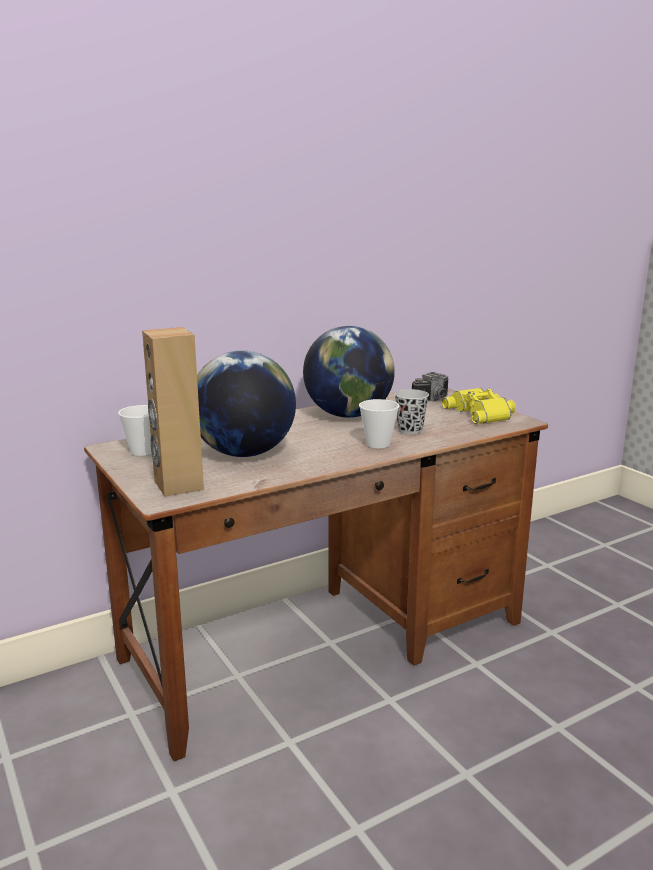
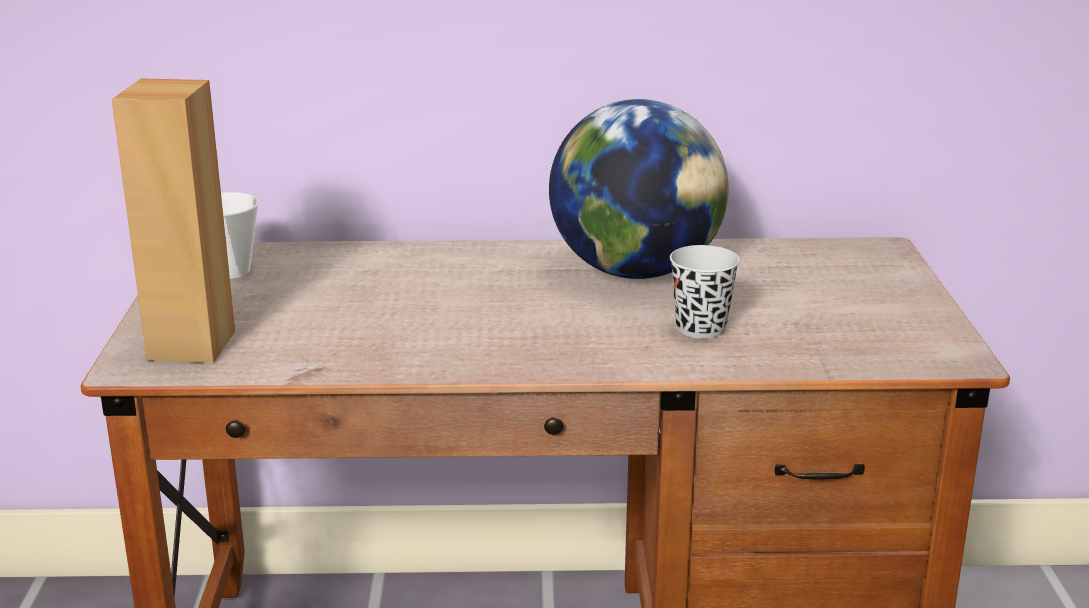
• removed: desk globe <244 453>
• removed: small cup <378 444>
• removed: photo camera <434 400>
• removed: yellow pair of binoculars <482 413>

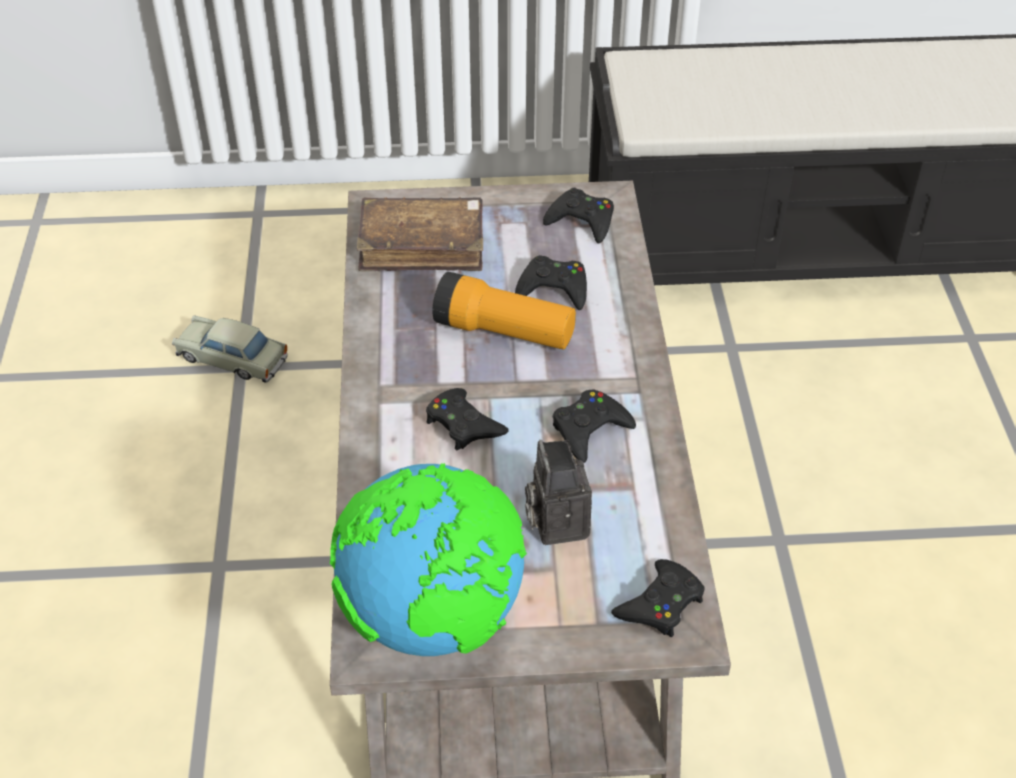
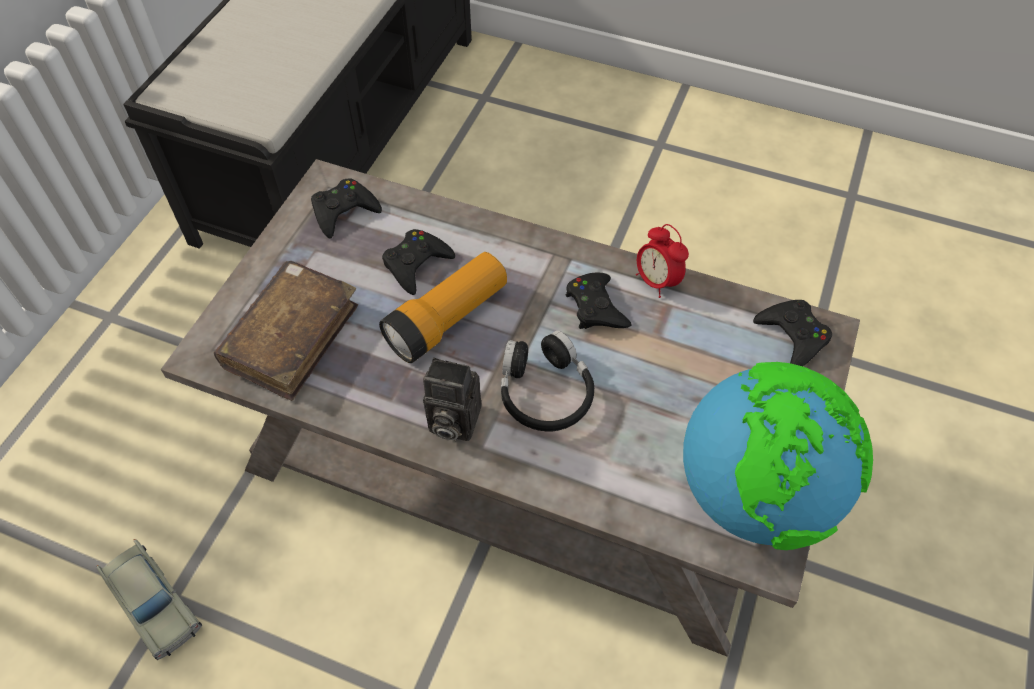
• turned: beige miniature car <232 359> = <154 603> 90 degrees counterclockwise
• replaced: black-coloured game controller <463 425> to black-coloured pair of headphones <544 392>
• moved: photo camera <556 521> to <451 421>
• added: table clock <656 281>

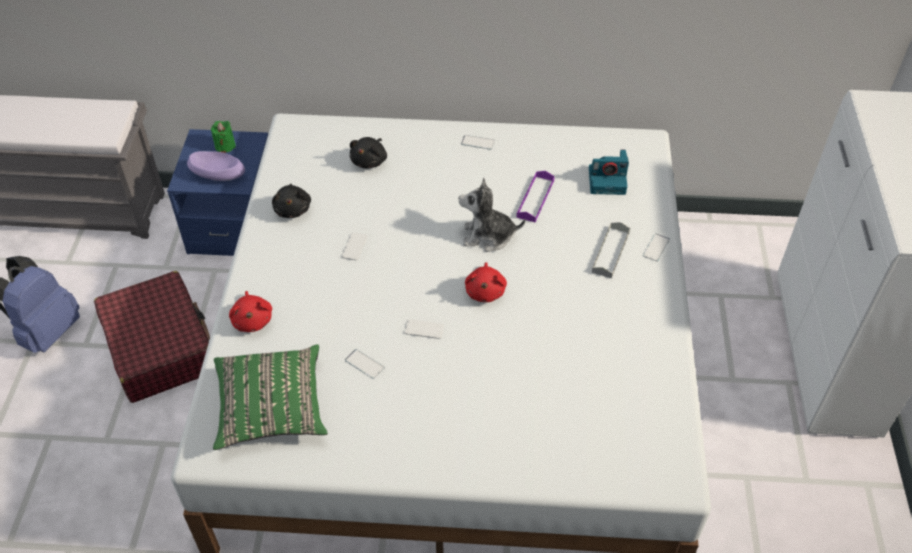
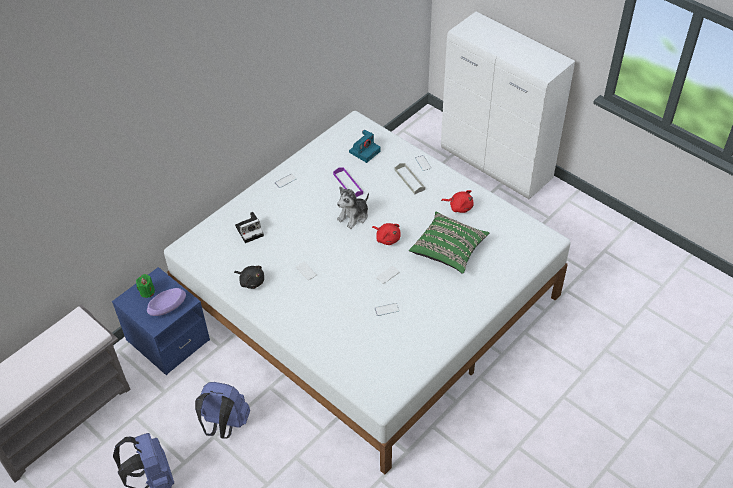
• replaced: reddish suitcase <160 347> to bluish rucksack <224 425>
• moved: green-coloured cushion <271 408> to <448 250>
• moved: reddish soft toy <252 320> to <459 207>
• replaced: black-coloured soft toy <370 161> to photo camera <250 230>

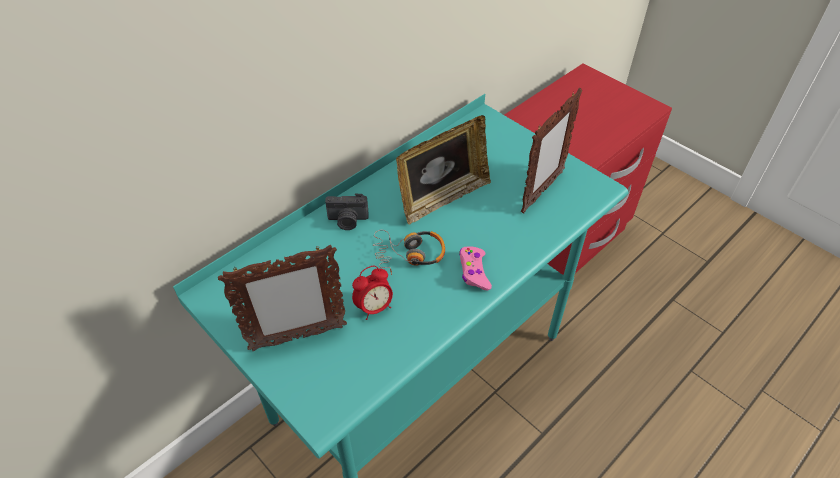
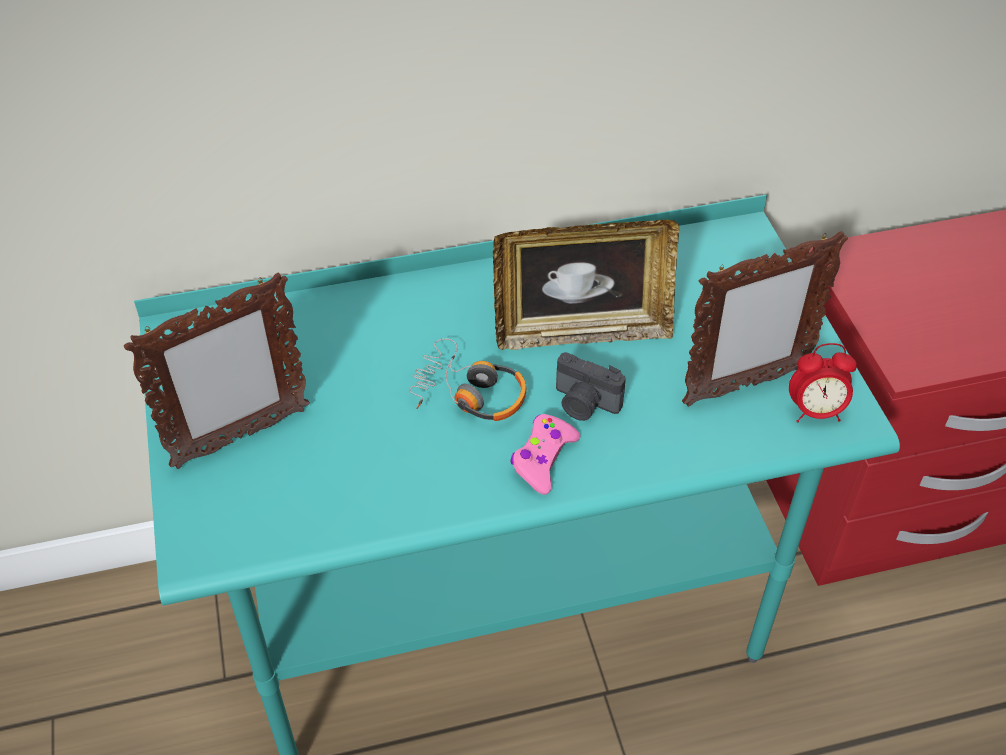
• turned: standing frame <297 338> = <240 438> 45 degrees counterclockwise
• moved: photo camera <348 221> to <584 404>
• moved: table clock <374 308> to <815 411>

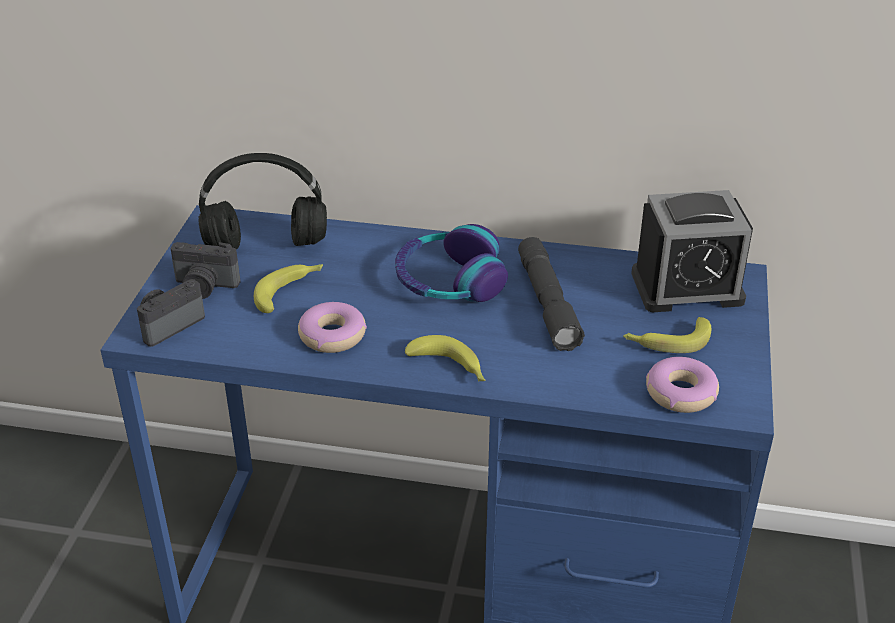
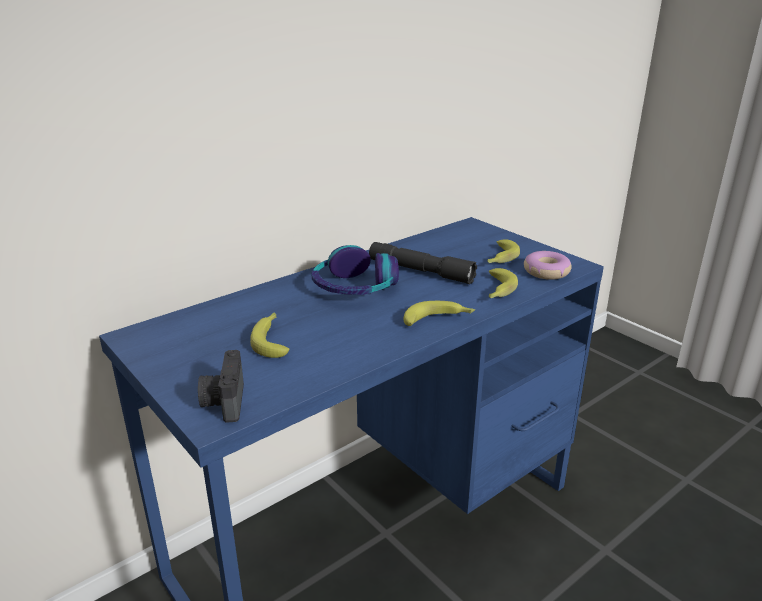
• removed: photo camera <205 287>
• removed: black-coloured pair of headphones <268 244>
• removed: doughnut <332 335>
• removed: table clock <687 287>
• added: banana fruit <497 291>

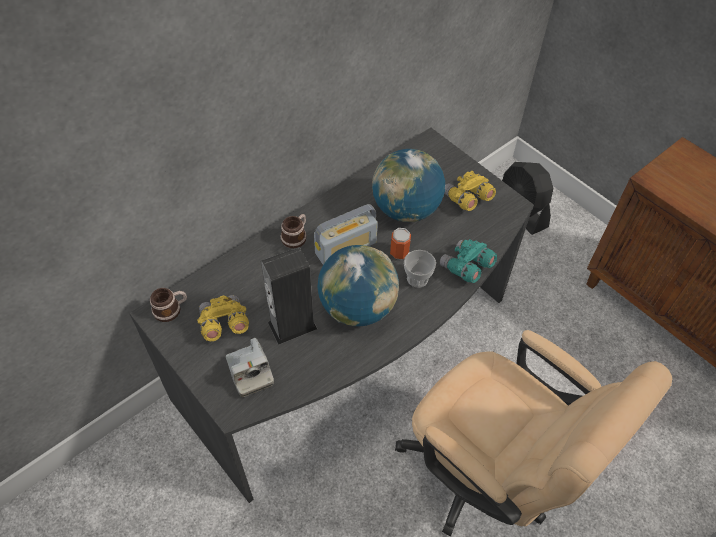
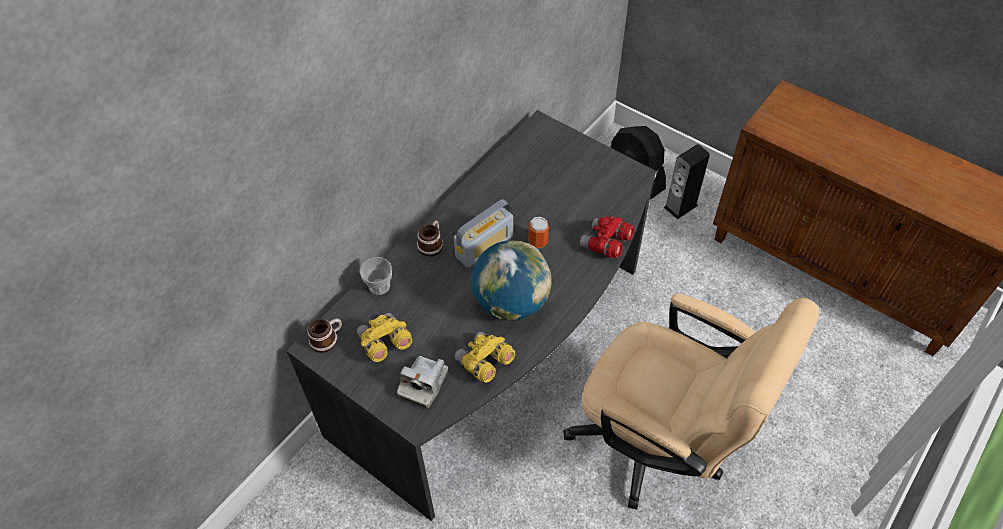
• turned: photo camera <250 372> = <423 384> 60 degrees clockwise
• moved: audio speaker <292 325> to <680 206>
• removed: desk globe <406 210>
• moved: small cup <417 279> to <379 286>
• recoloured: turquoise pair of binoculars <466 268> to reddish pair of binoculars <606 244>
• moved: yellow pair of binoculars <467 199> to <484 363>

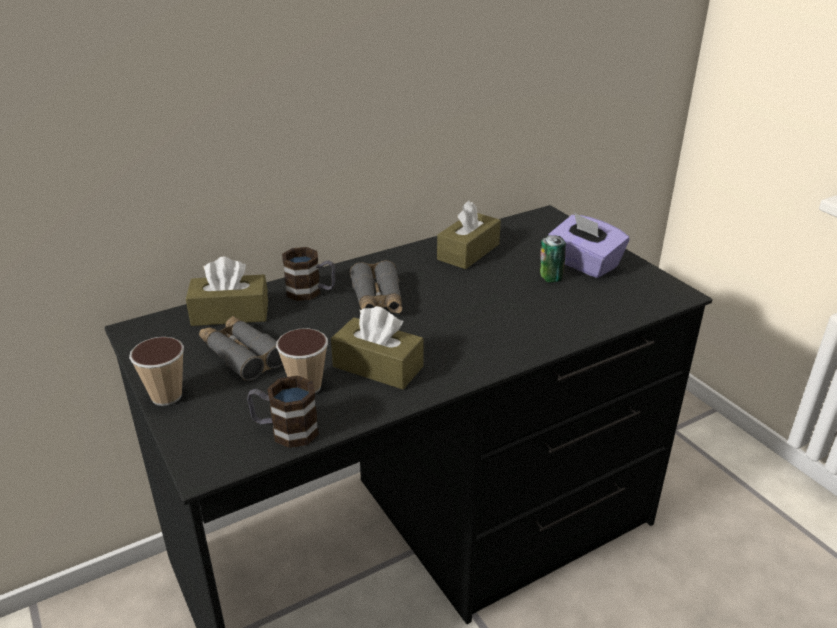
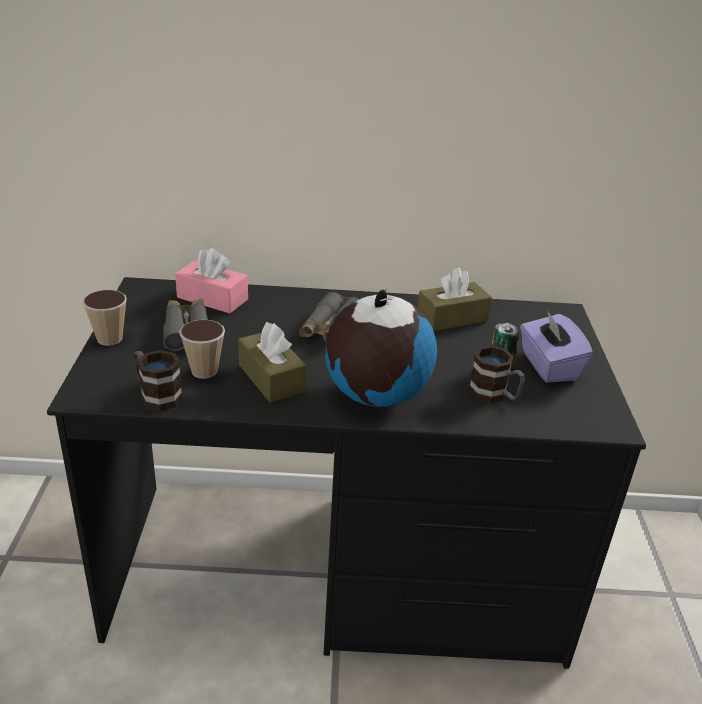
• recoloured: brown box of tissues <230 313> to pink-coloured box of tissues <212 298>
• moved: tea mug <311 292> to <494 395>
• added: desk globe <375 395>

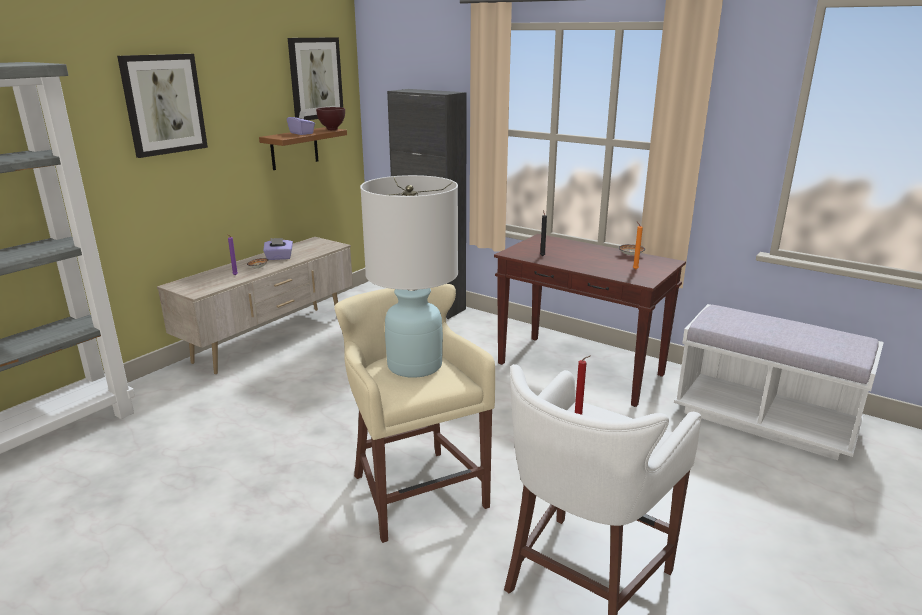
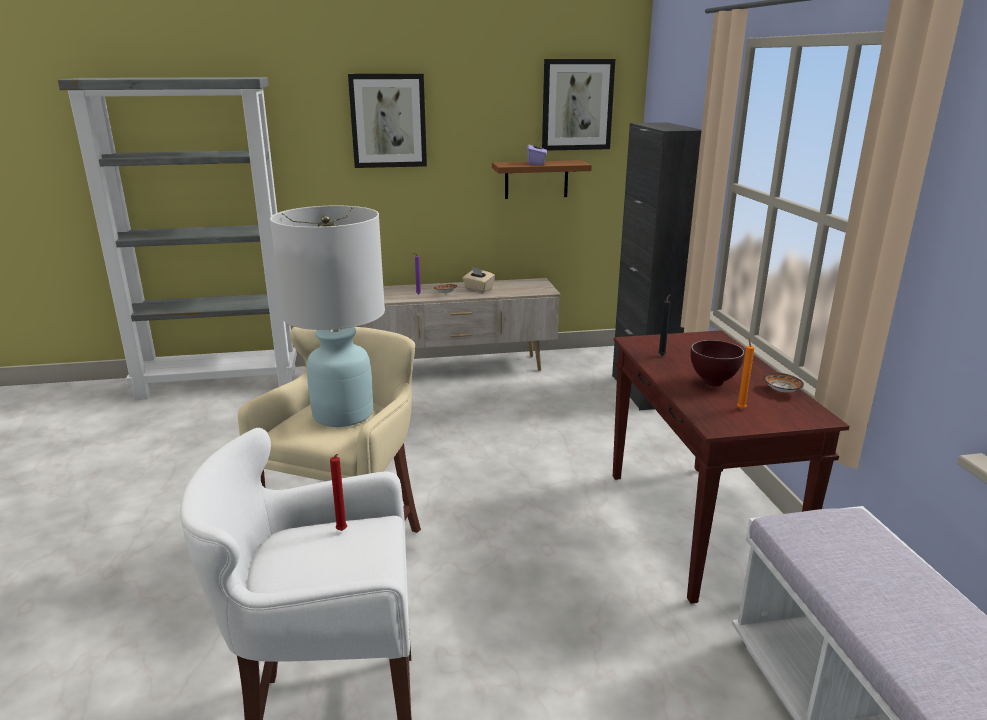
• recoloured: purple box of tissues <279 258> to beige box of tissues <478 289>
• moved: brown bowl <332 129> to <713 383>

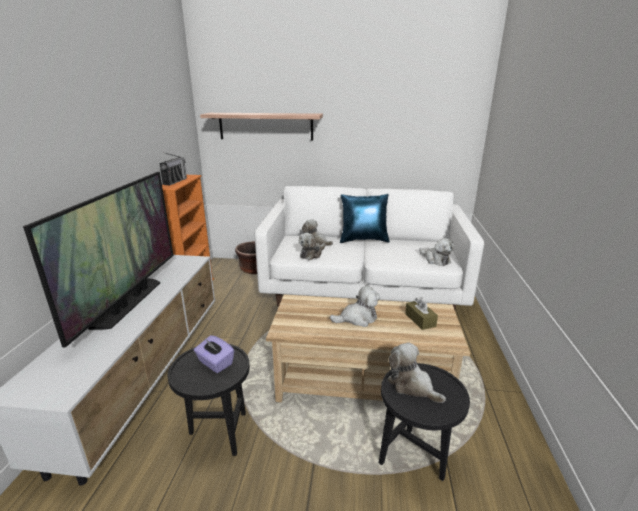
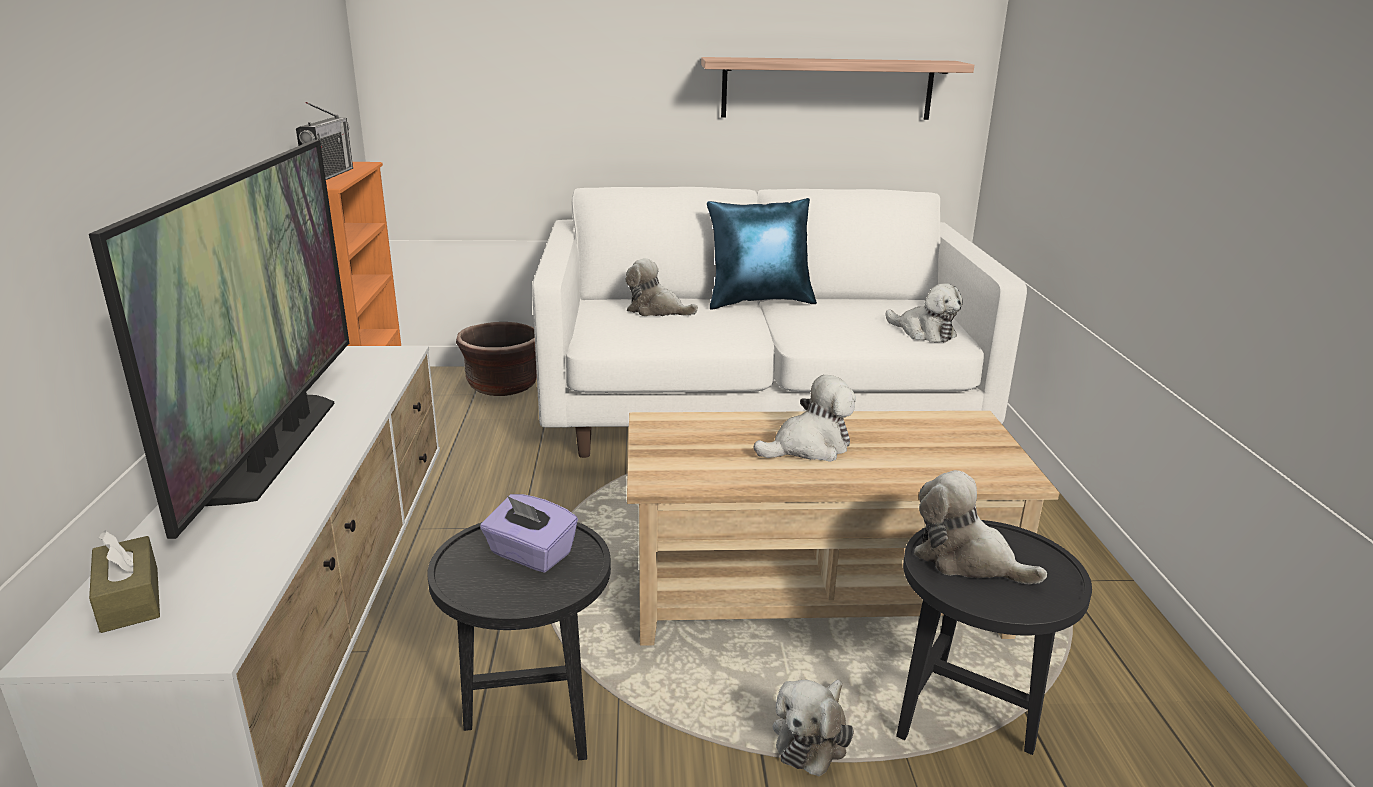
• moved: bracket shelf <265 126> to <827 88>
• moved: soft toy <312 254> to <812 737>
• moved: brown box of tissues <420 320> to <130 599>

